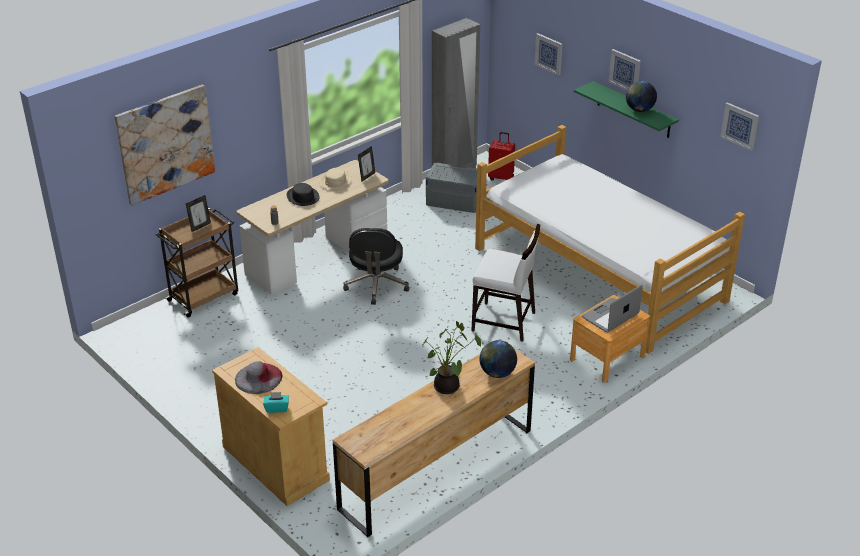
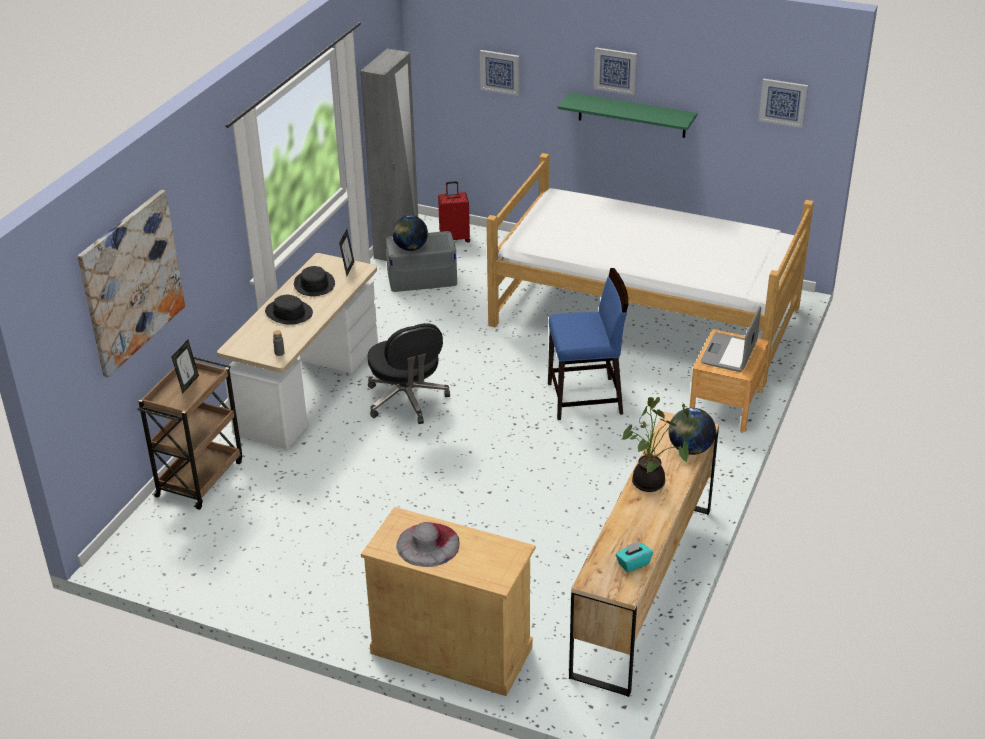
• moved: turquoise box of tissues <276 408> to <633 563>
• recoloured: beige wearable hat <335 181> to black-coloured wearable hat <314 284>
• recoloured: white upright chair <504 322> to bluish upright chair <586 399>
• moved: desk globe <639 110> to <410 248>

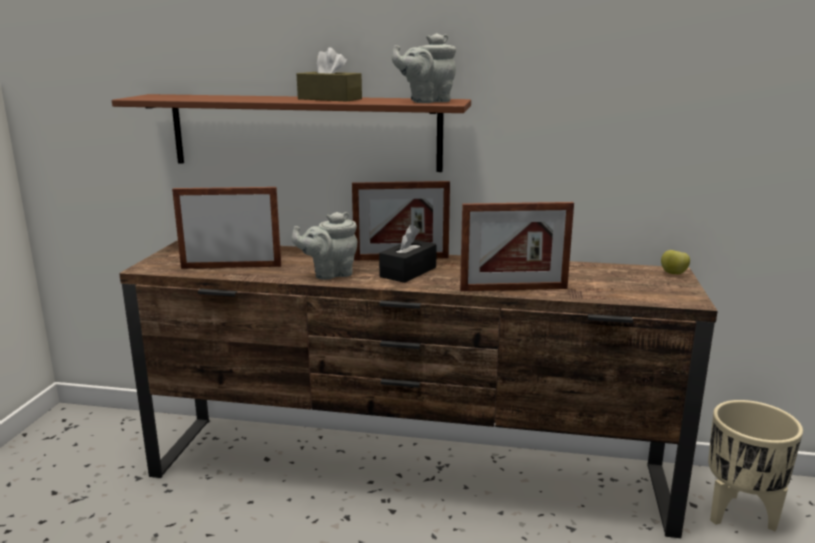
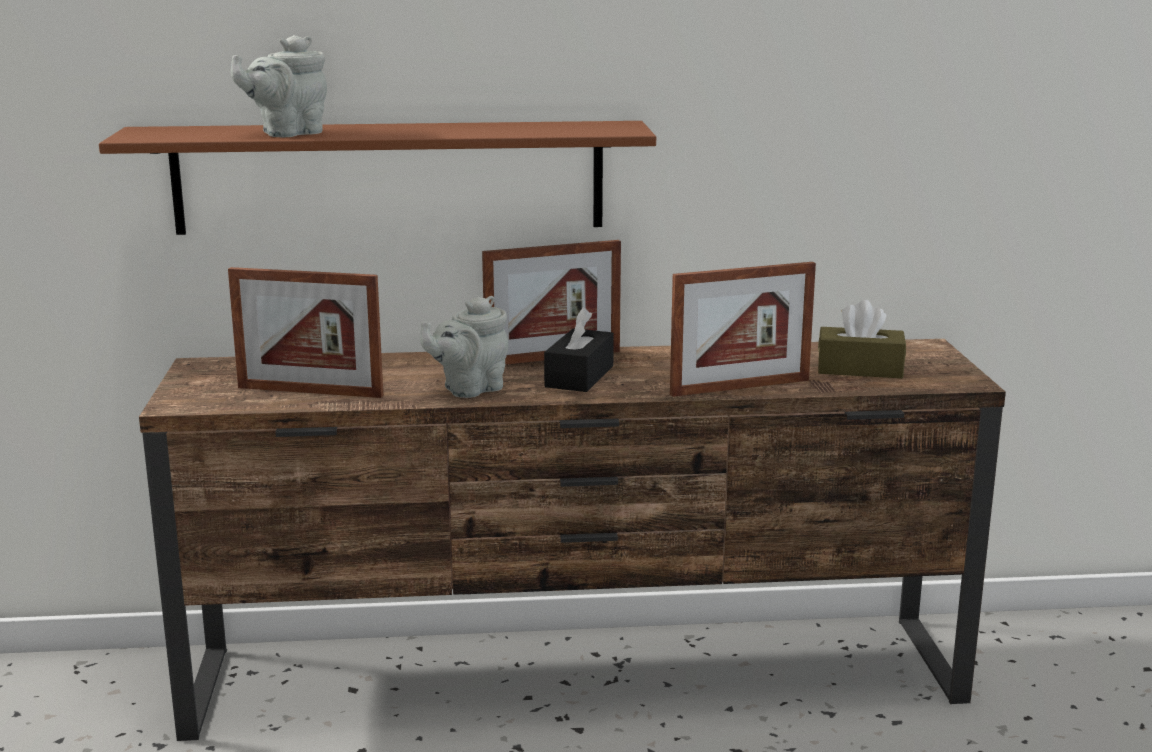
• turned: standing frame <231 267> = <310 391> 150 degrees counterclockwise
• moved: brown box of tissues <329 99> to <859 369>
• moved: grey pot for tea <427 101> to <287 133>
• removed: whole apple <673 274>
• removed: beige plant pot <740 515>

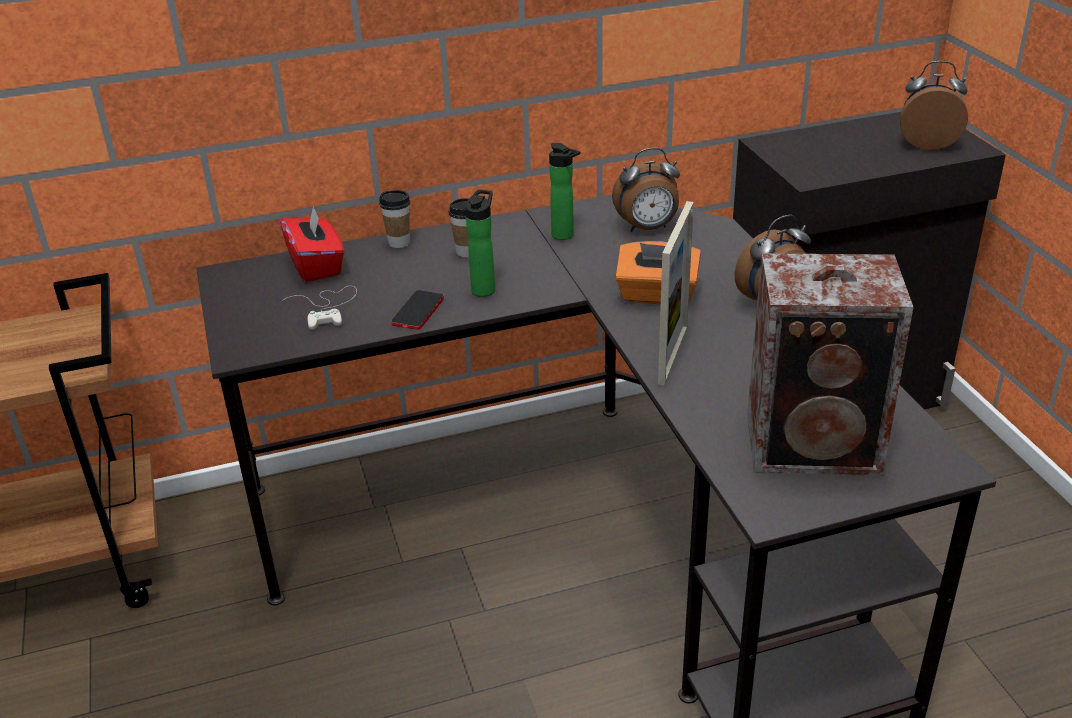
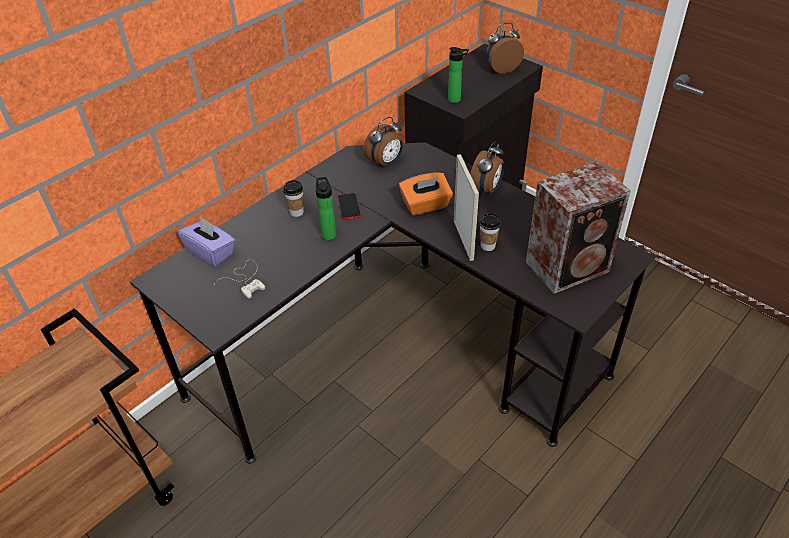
• recoloured: reddish box of tissues <316 265> to purple box of tissues <211 253>
• moved: small cup <399 243> to <488 246>
• moved: handset <418 311> to <349 207>
• moved: drink bottle <565 236> to <456 100>

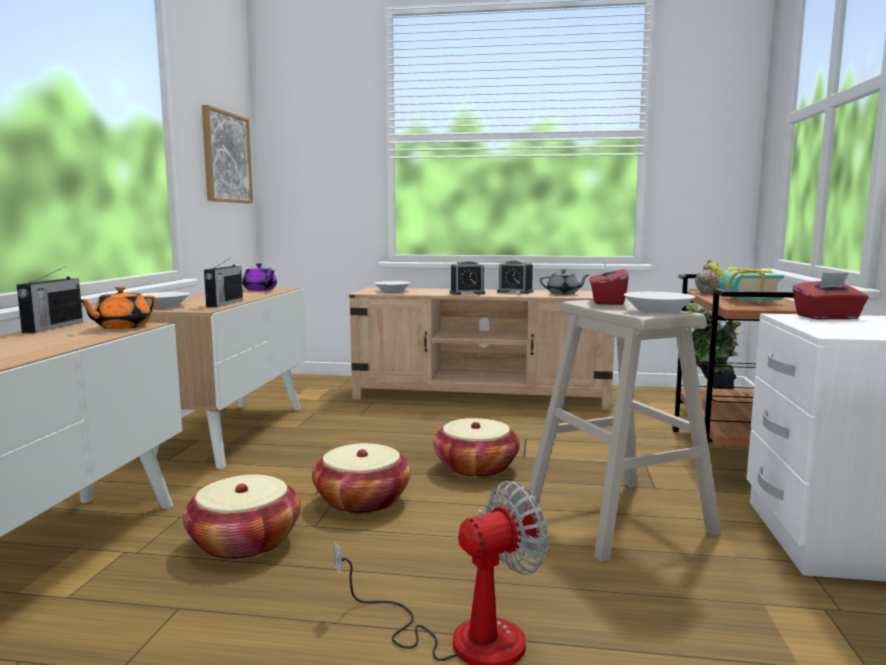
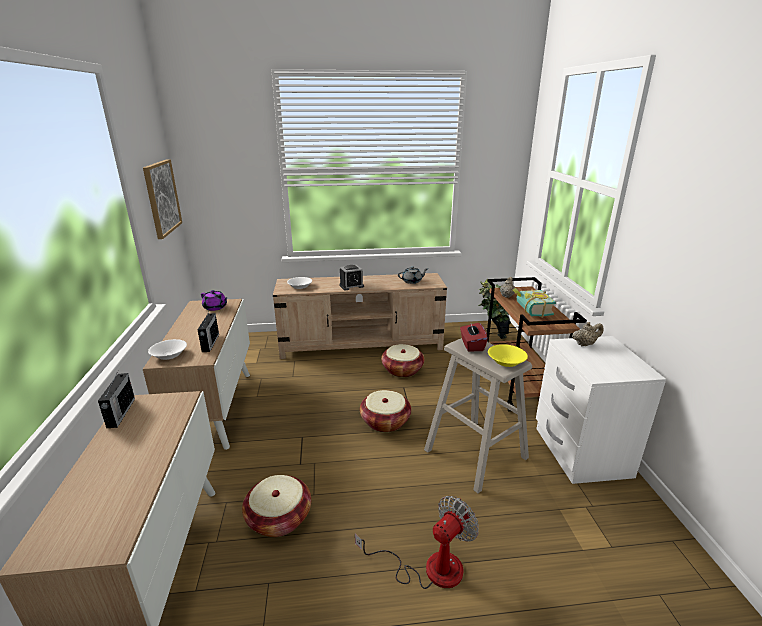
• removed: orange pot for tea <121 327>
• moved: basket <362 501> to <402 370>
• removed: table clock <515 292>
• recoloured: white bowl <659 311> to yellow bowl <507 361>
• replaced: reddish box of tissues <827 317> to beige pot for tea <585 344>

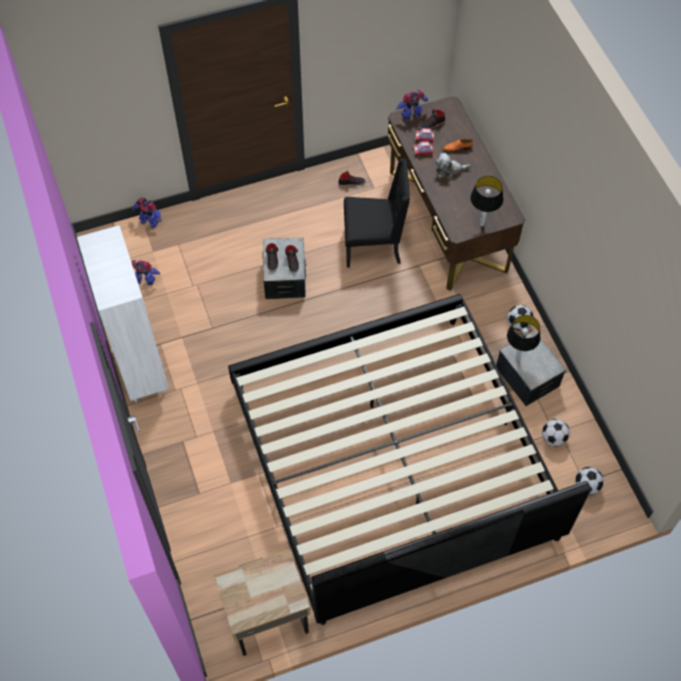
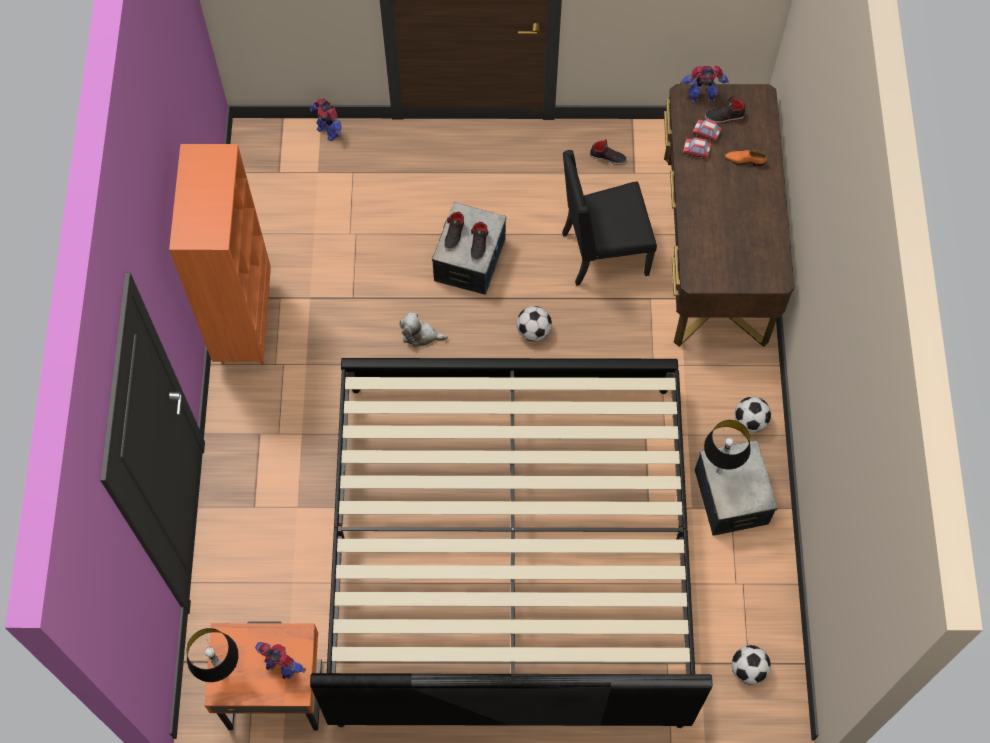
• recoloured: white bookcase <141 370> to orange bookcase <244 324>
• moved: toy robot <145 281> to <282 666>
• recoloured: beige night table <266 617> to orange night table <275 692>
• turned: black-coloured upright chair <374 246> = <602 253> 150 degrees clockwise
• moved: soft toy <449 171> to <420 335>
• moved: table lamp <482 224> to <223 674>
• moved: ball for football <553 438> to <533 331>

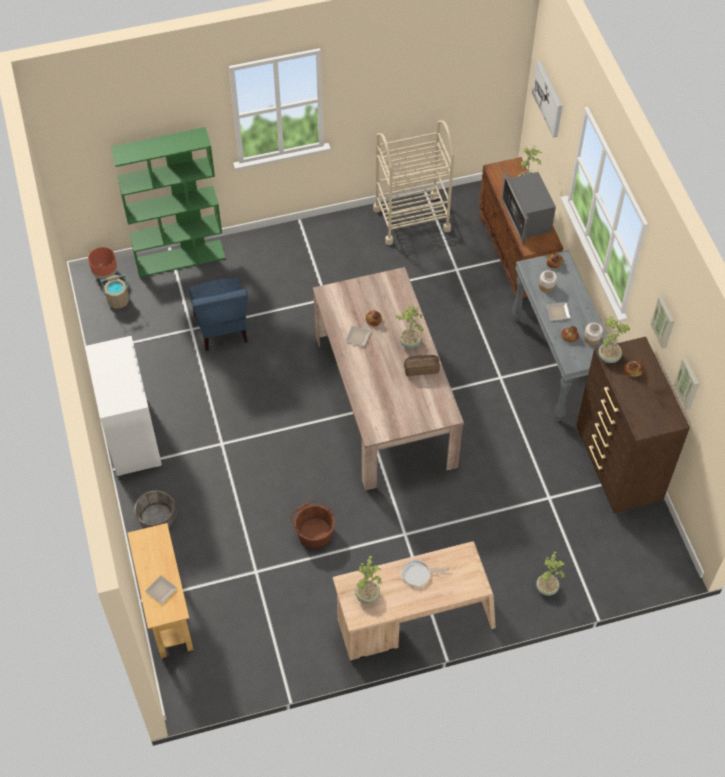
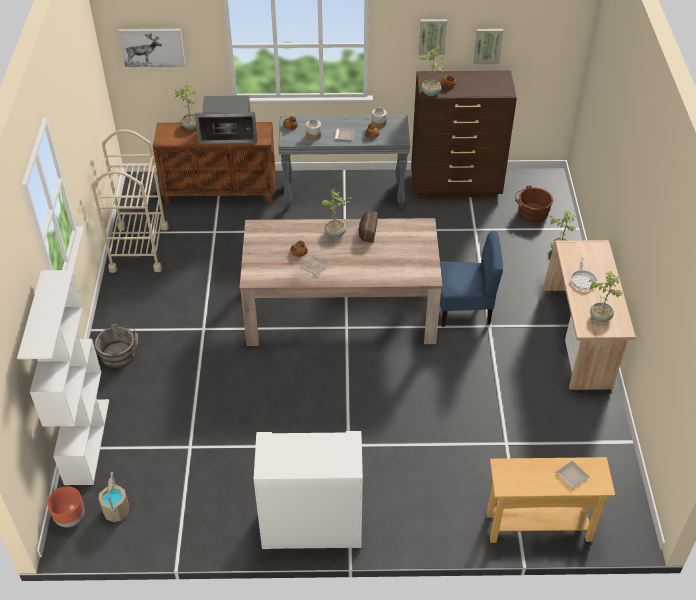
• recoloured: green-coloured bookcase <180 258> to white bookcase <86 440>
• moved: grey pail <157 520> to <120 354>
• moved: bluish upright chair <222 328> to <464 309>
• moved: brown pail <313 531> to <531 213>

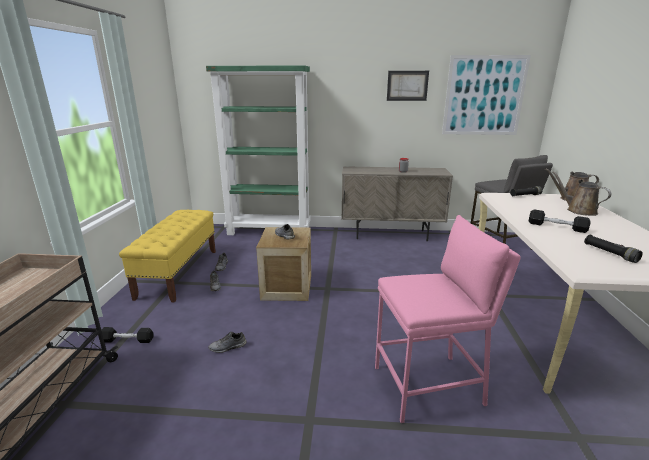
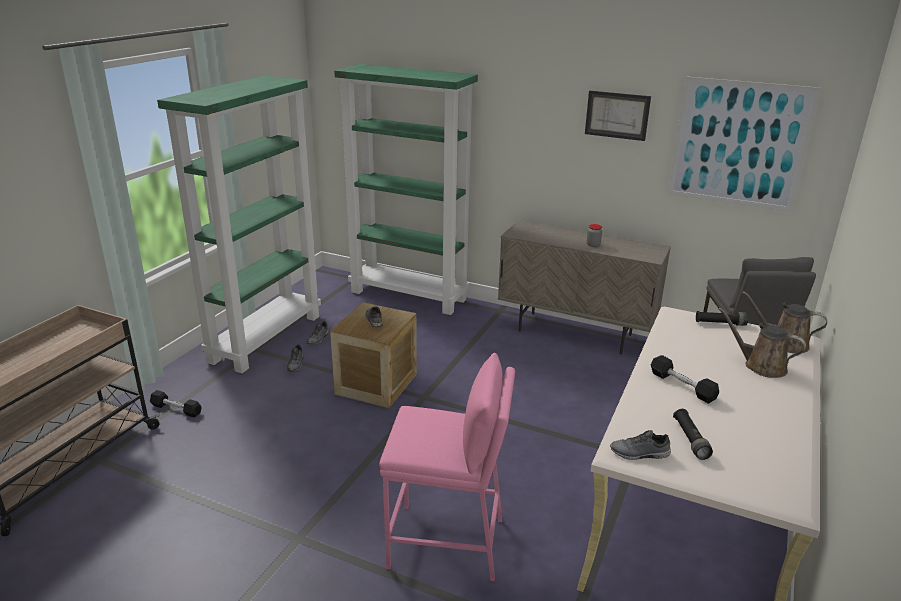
• replaced: yellow bench <179 273> to green-coloured bookcase <266 337>
• moved: grey low shoe <227 347> to <639 454>
• turned: brown watering pot <578 210> = <760 366> 45 degrees counterclockwise

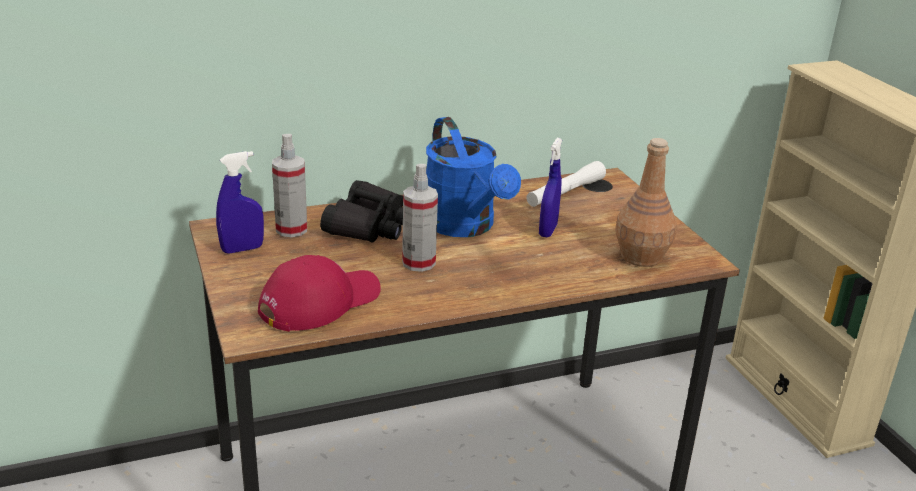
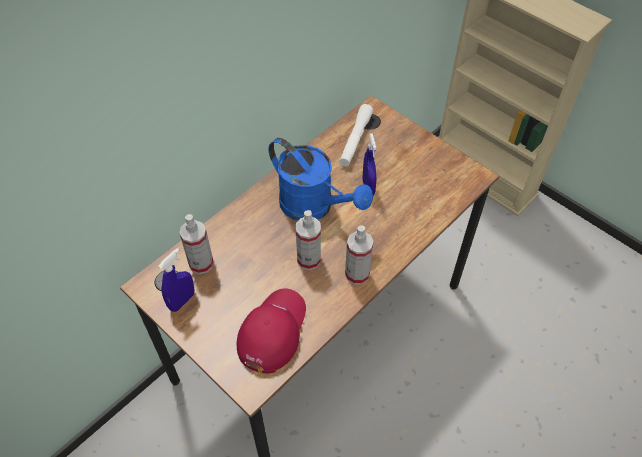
• removed: black-coloured pair of binoculars <369 225>
• removed: brown drink bottle <640 256>
• added: spray bottle <357 274>

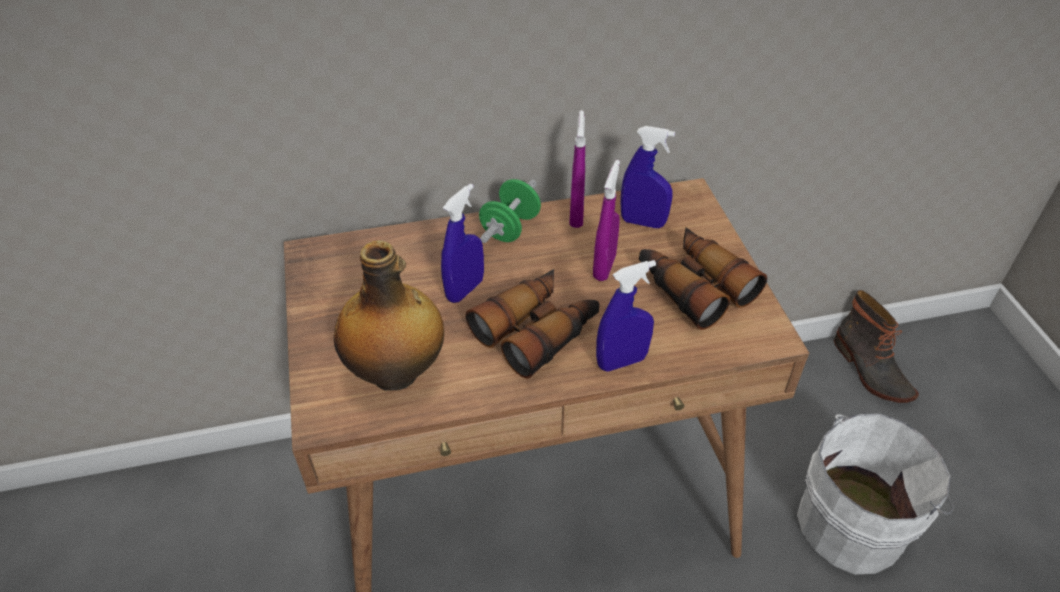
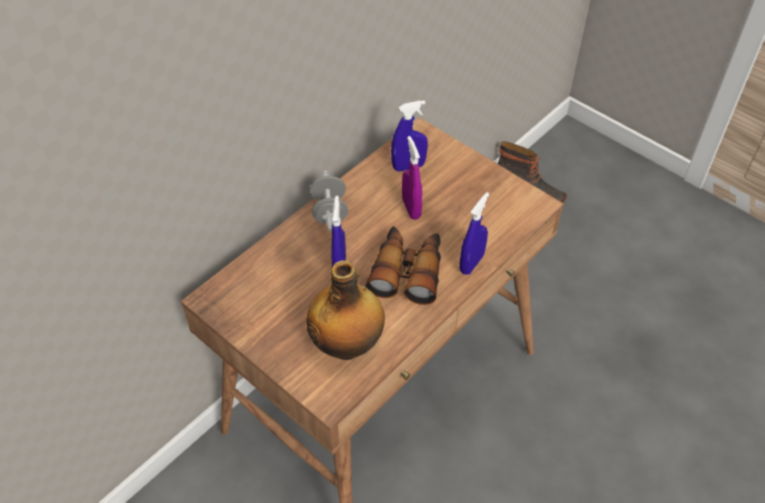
• recoloured: green-coloured dumbbell <510 228> to grey dumbbell <329 212>
• removed: purple spray bottle <576 215>
• removed: pair of binoculars <693 286>
• removed: white pail <855 522>

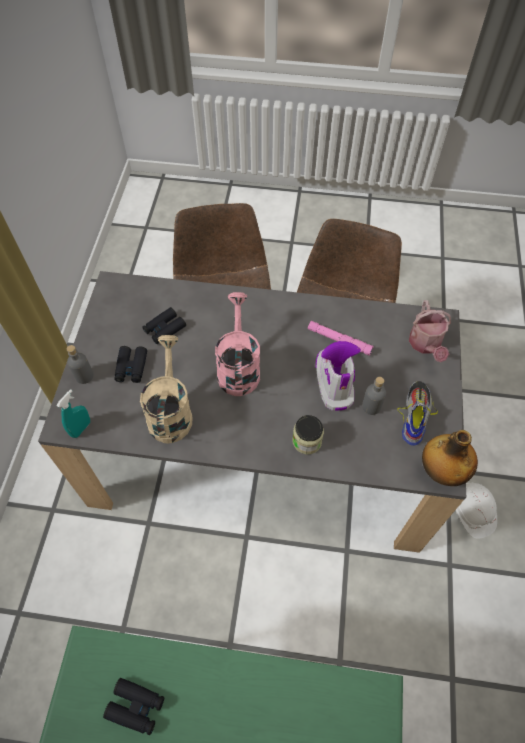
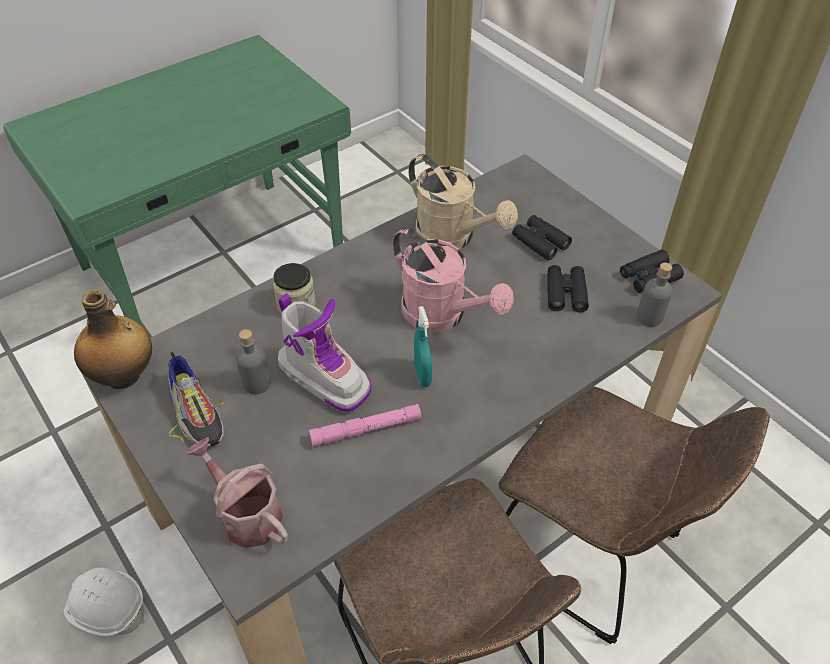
• moved: turquoise spray bottle <81 428> to <422 375>
• moved: grey drink bottle <84 376> to <649 317>
• moved: black-coloured pair of binoculars <136 707> to <649 277>

